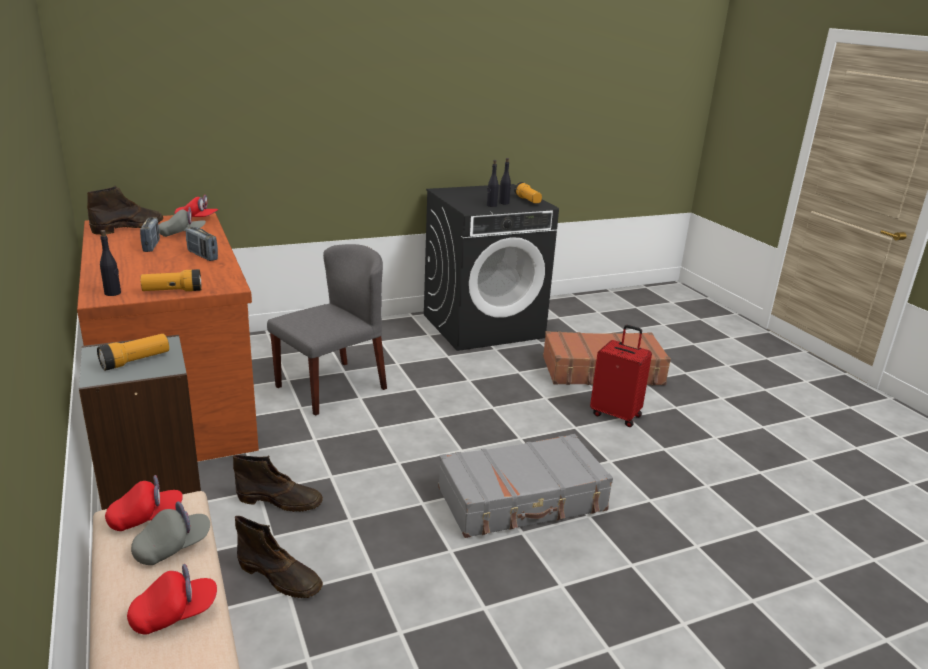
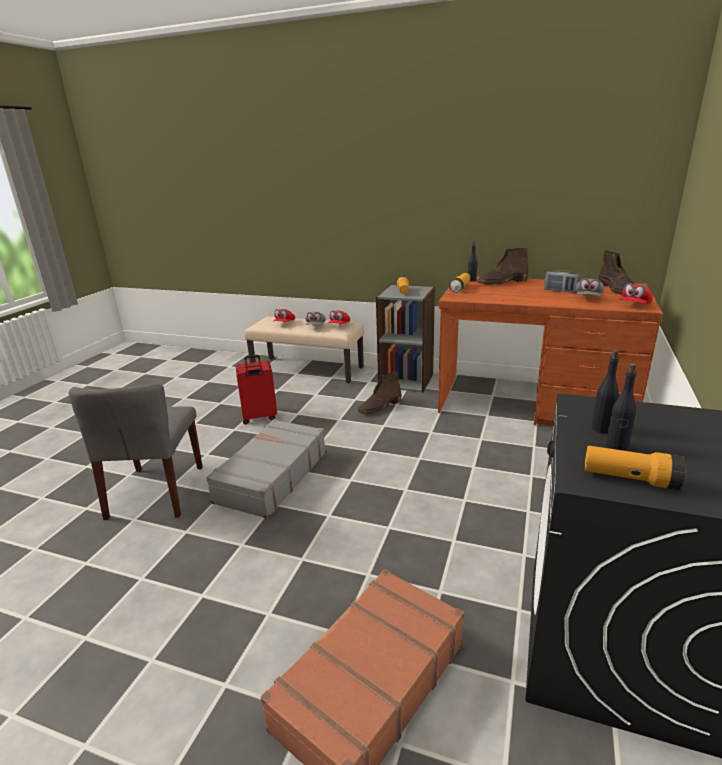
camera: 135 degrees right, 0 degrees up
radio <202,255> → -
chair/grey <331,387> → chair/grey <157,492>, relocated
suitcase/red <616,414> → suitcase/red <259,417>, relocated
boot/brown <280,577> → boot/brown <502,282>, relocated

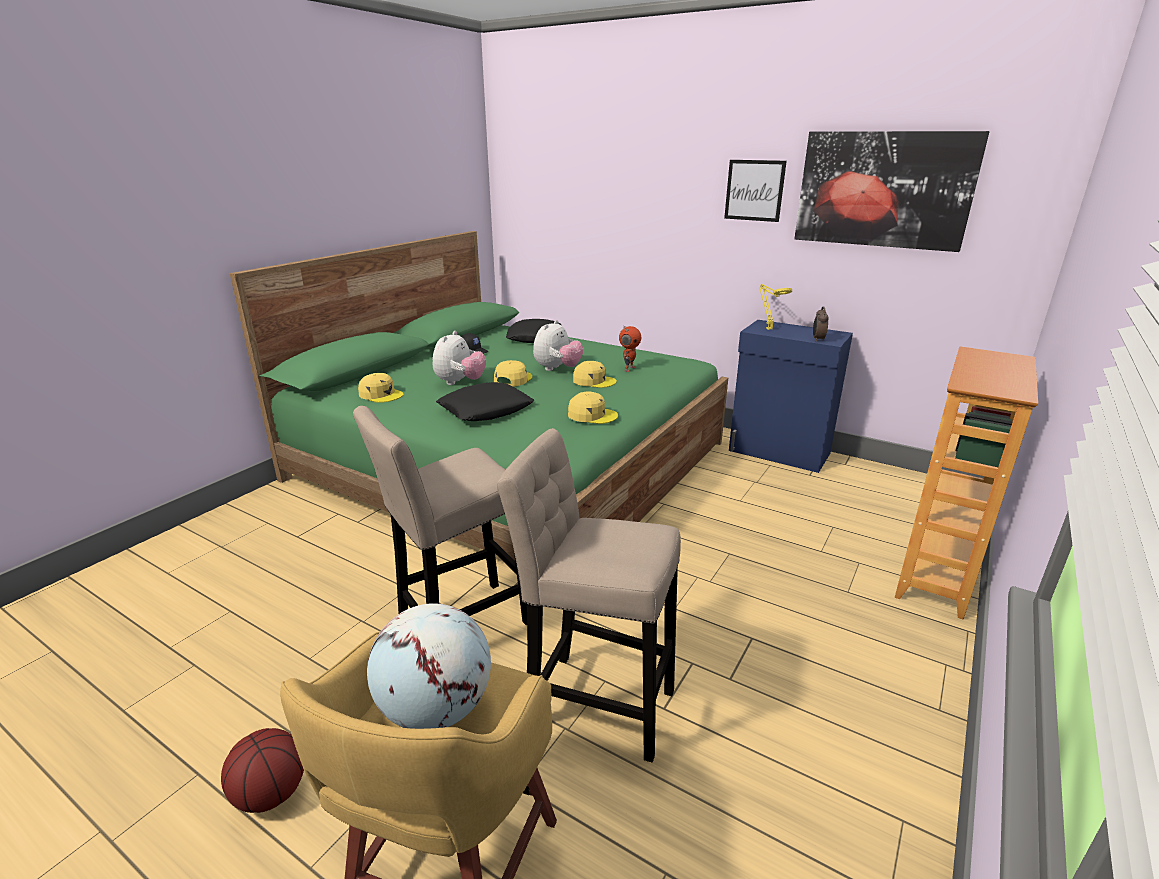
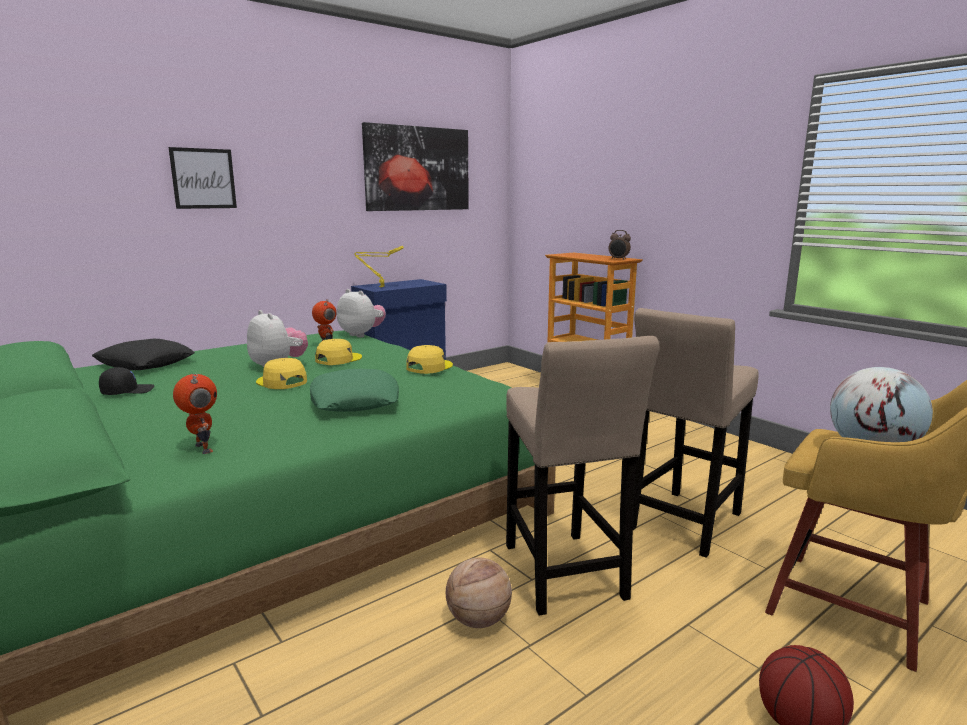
camera: 70 degrees left, 10 degrees down
picture <754,190> → picture <203,178>, relocated
alarm clock <817,339> → alarm clock <618,259>, relocated
plush toy <460,382> → plush toy <362,334>, relocated
cap/yellow <381,394> → toy robot <201,448>
pillow/black <486,410> → pillow/green <354,400>
- → basketball <479,620>

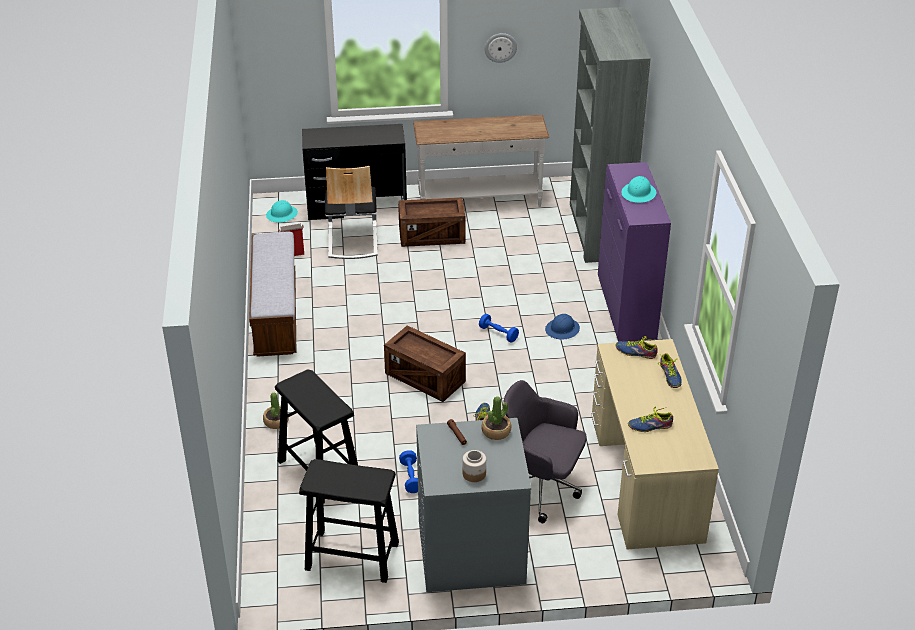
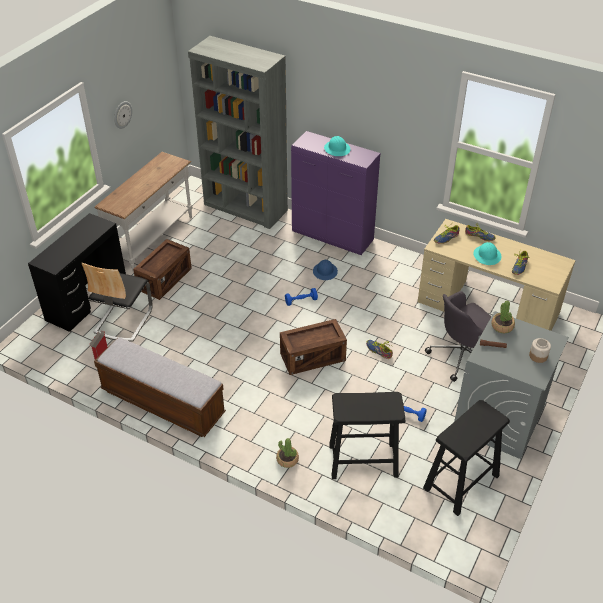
camera: 55 degrees left, 5 degrees up
chair <352,241> → chair <123,320>, 75 degrees clockwise
hard hat/turquoise <282,215> → hard hat/turquoise <487,256>, relocated

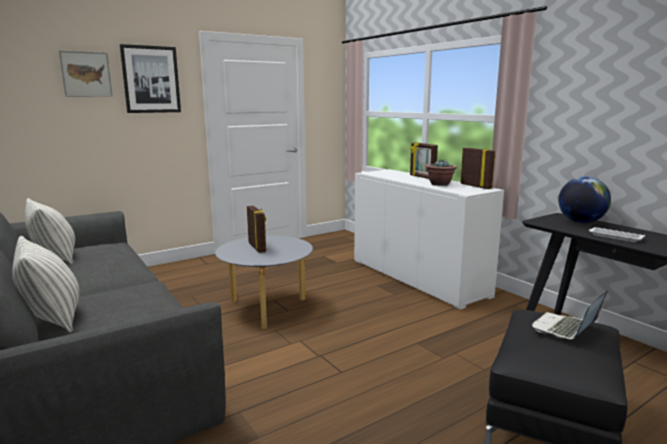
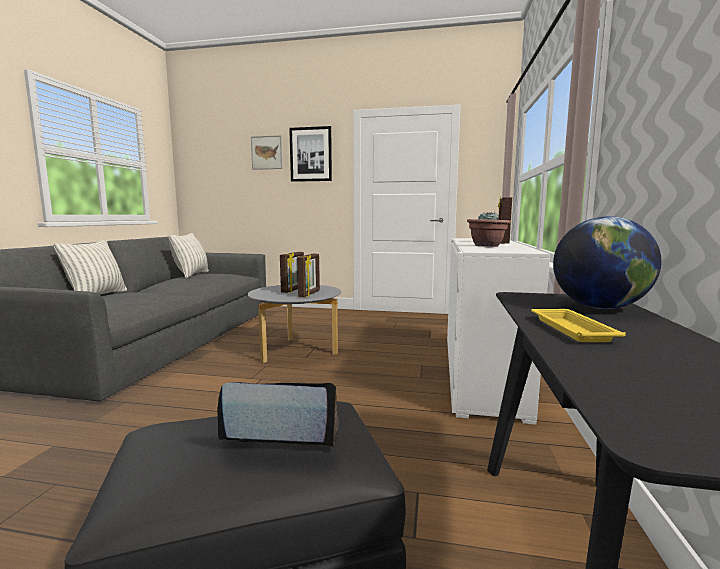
camera: 45 degrees right, 5 degrees down
picture frame <476,186> → picture frame <310,294>, relocated
tray/white <614,237> → tray/yellow <570,329>

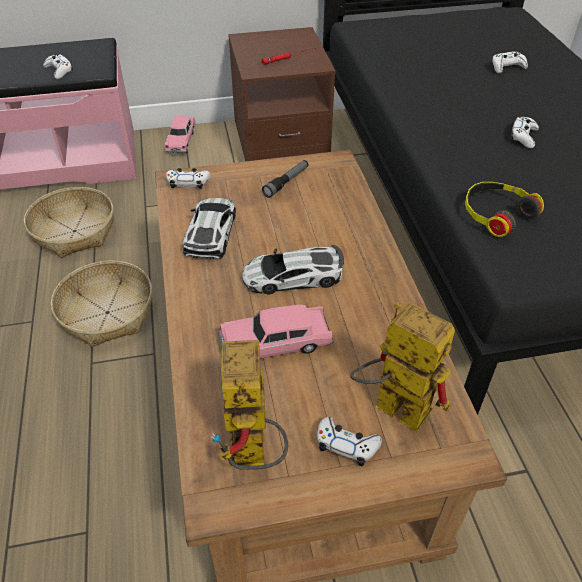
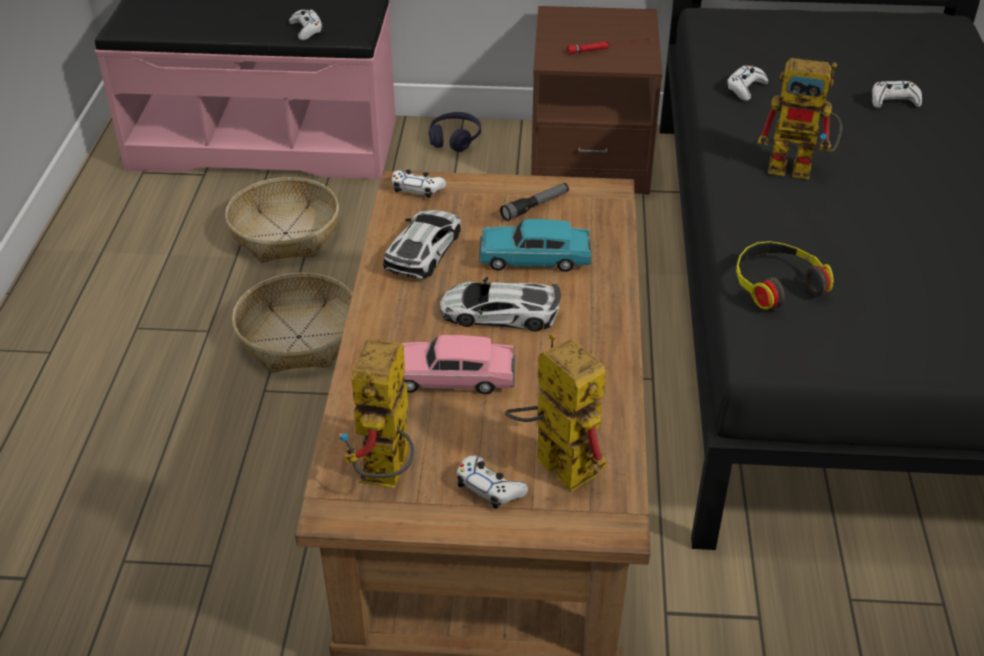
camera: 15 degrees right, 5 degrees down
toy car/pink <181,141> → headphones/purple <454,139>
game controller/white <523,136> → game controller/white <745,88>, relocated
- → toy robot <800,167>
- → toy car/turquoise <534,259>

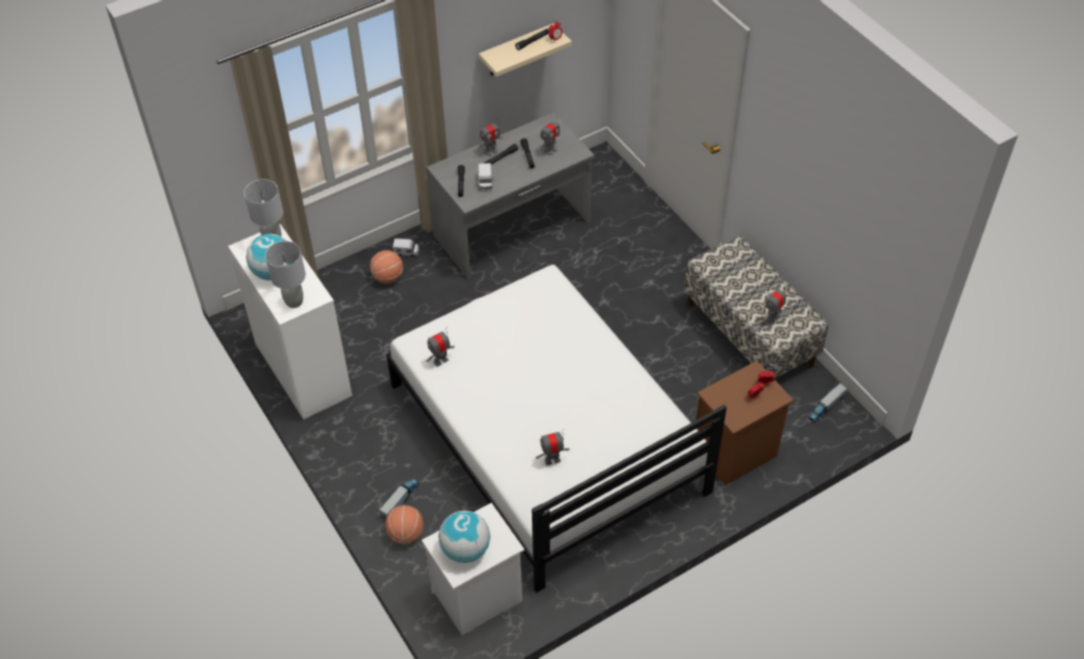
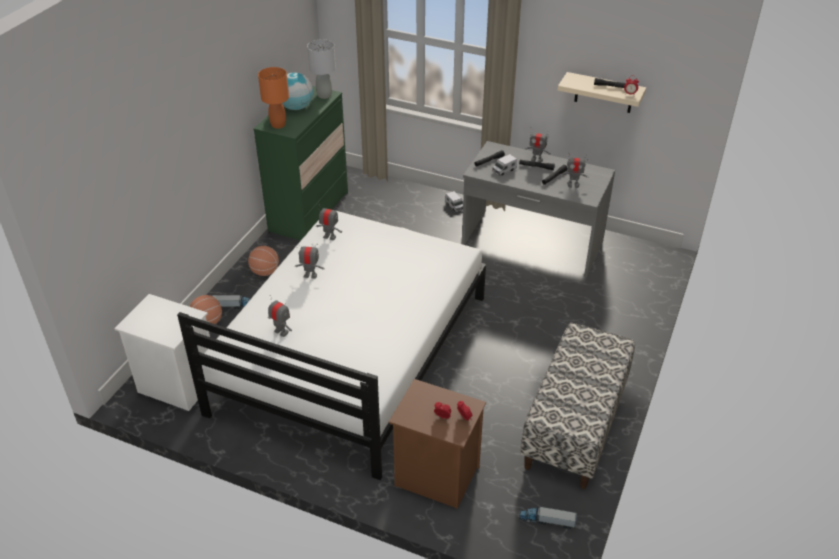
camera: 55 degrees right, 10 degrees down
dresser/white <303,370> → dresser/green <309,212>
table lamp/grey <294,302> → table lamp/orange <278,125>
basketball <388,277> → basketball <265,272>, relocated
toy robot <772,318> → toy robot <310,275>, relocated
globe <465,550> → -

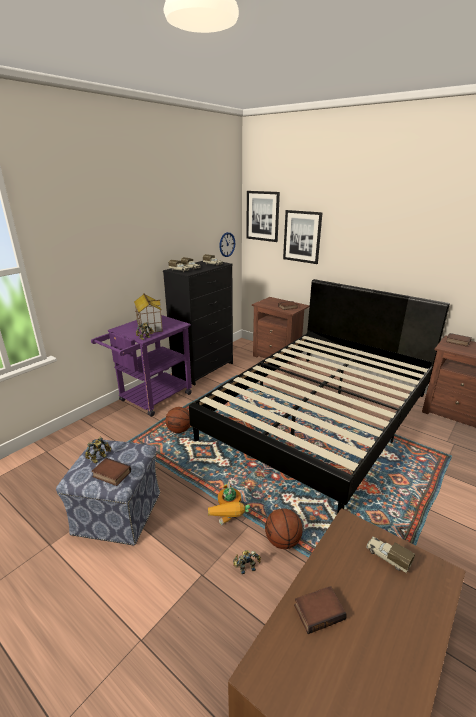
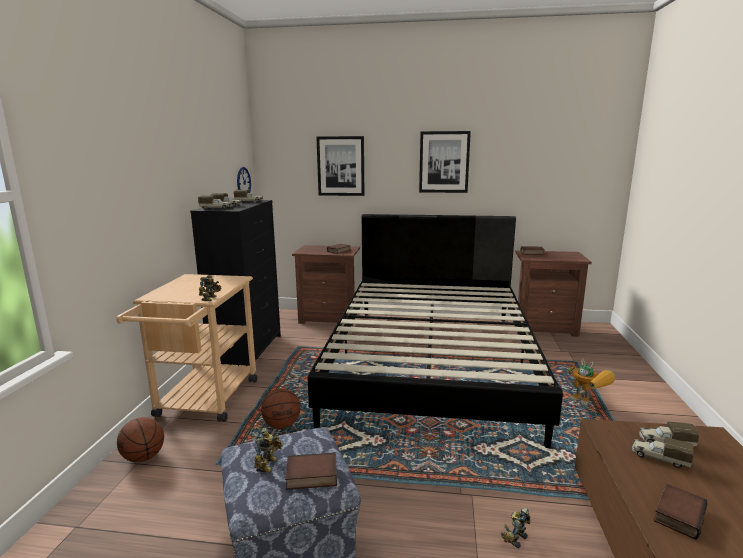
camera: 30 degrees left, 10 degrees down
picture <262,216> → picture <444,162>, relocated
toy house <149,326> → -
cart/purple <151,399> → cart/beige <204,402>
toy robot <229,523> → toy robot <588,403>, relocated
basketball <283,541> → basketball <144,457>, relocated
- → toy truck <659,458>

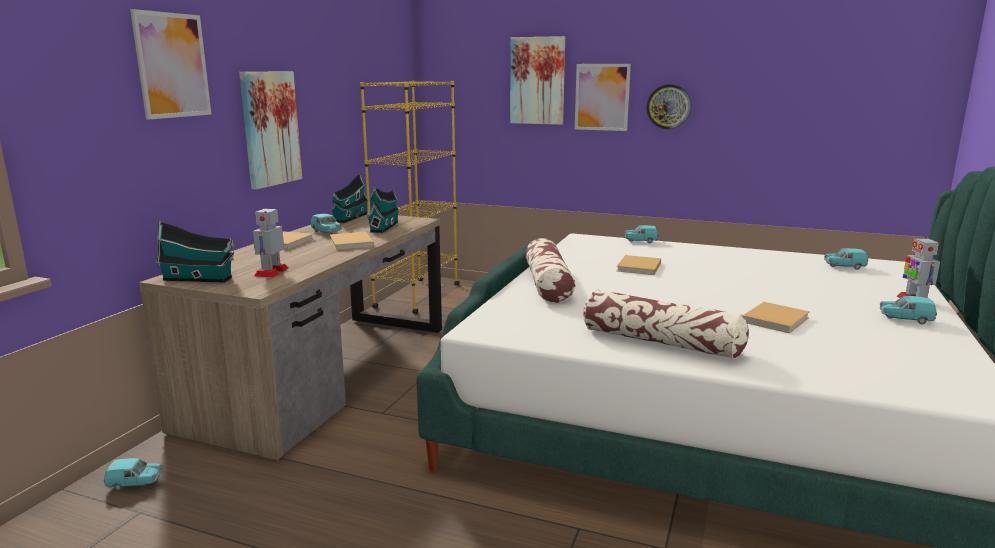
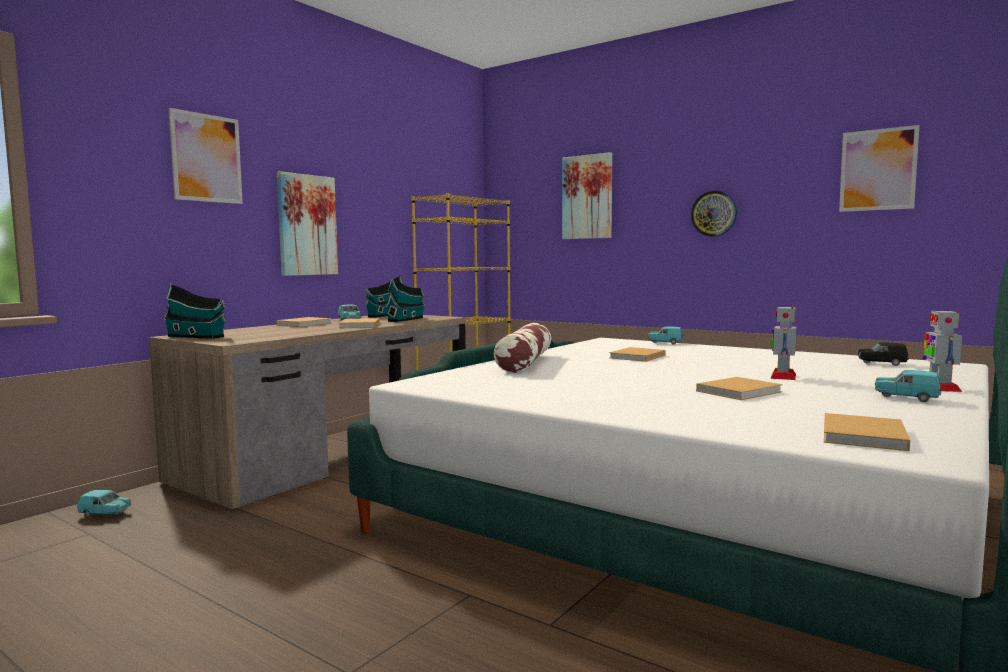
camera: 15 degrees right, 10 degrees down
picture <602,97> → picture <878,170>, relocated
toy robot <271,272> → toy robot <783,376>, relocated
toy car/turquoise <844,267> → toy car/black <881,363>
pillow <661,342> → -
- → book/beige <863,436>

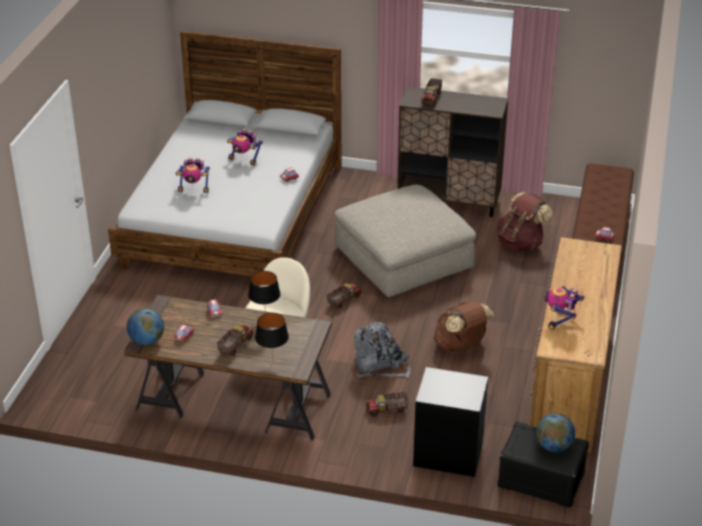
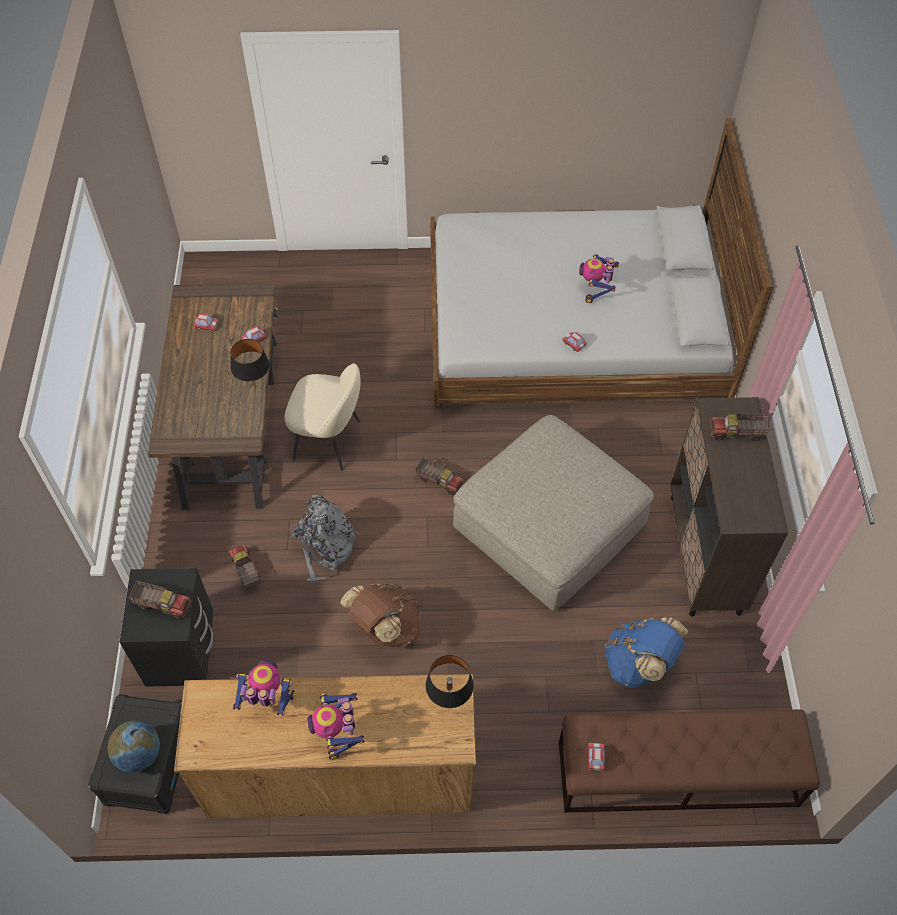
camera: 75 degrees right, 20 degrees up
toy robot <194,189> → toy robot <338,733>, relocated
backpack/brown <521,243> → backpack/blue <639,664>
globe <147,341> → -
table lamp/black <272,360> → table lamp/black <449,701>, relocated
toy truck <235,345> → toy truck <163,604>, relocated

